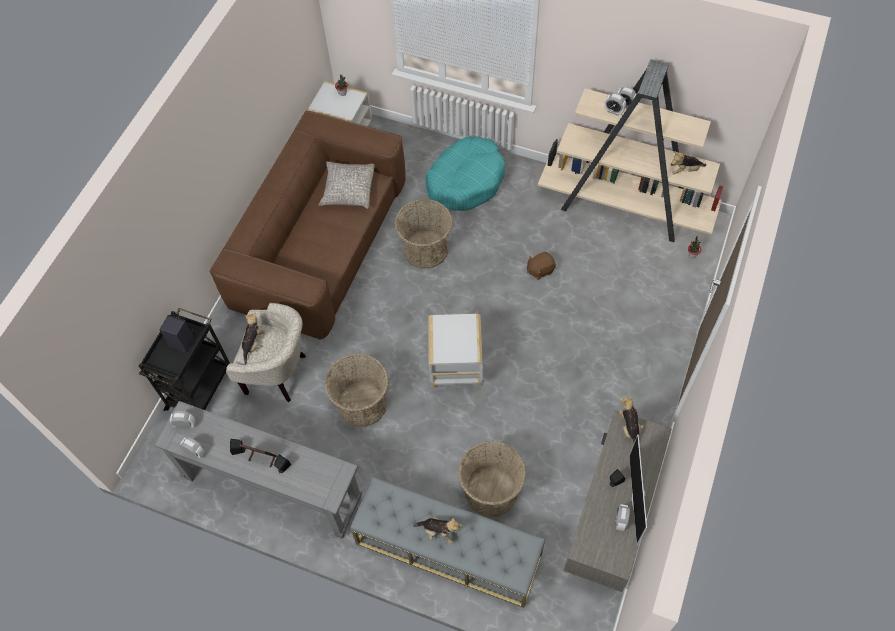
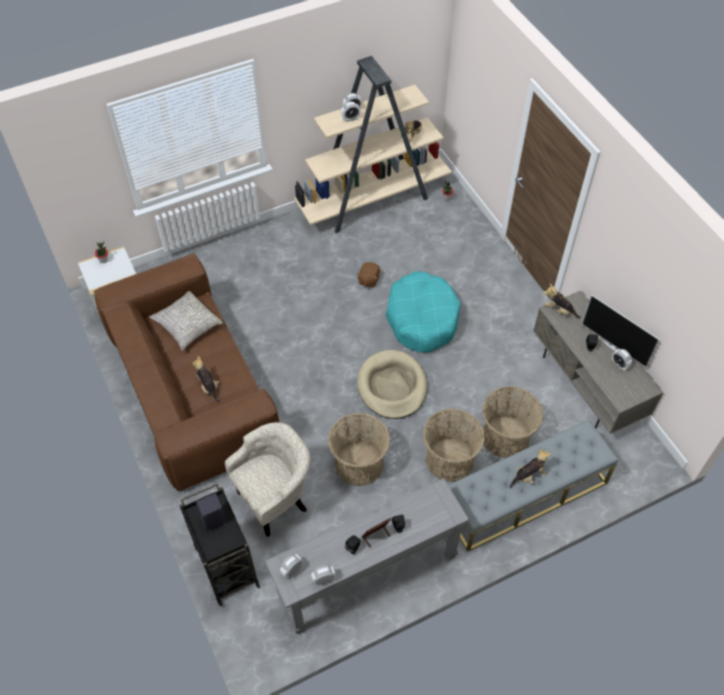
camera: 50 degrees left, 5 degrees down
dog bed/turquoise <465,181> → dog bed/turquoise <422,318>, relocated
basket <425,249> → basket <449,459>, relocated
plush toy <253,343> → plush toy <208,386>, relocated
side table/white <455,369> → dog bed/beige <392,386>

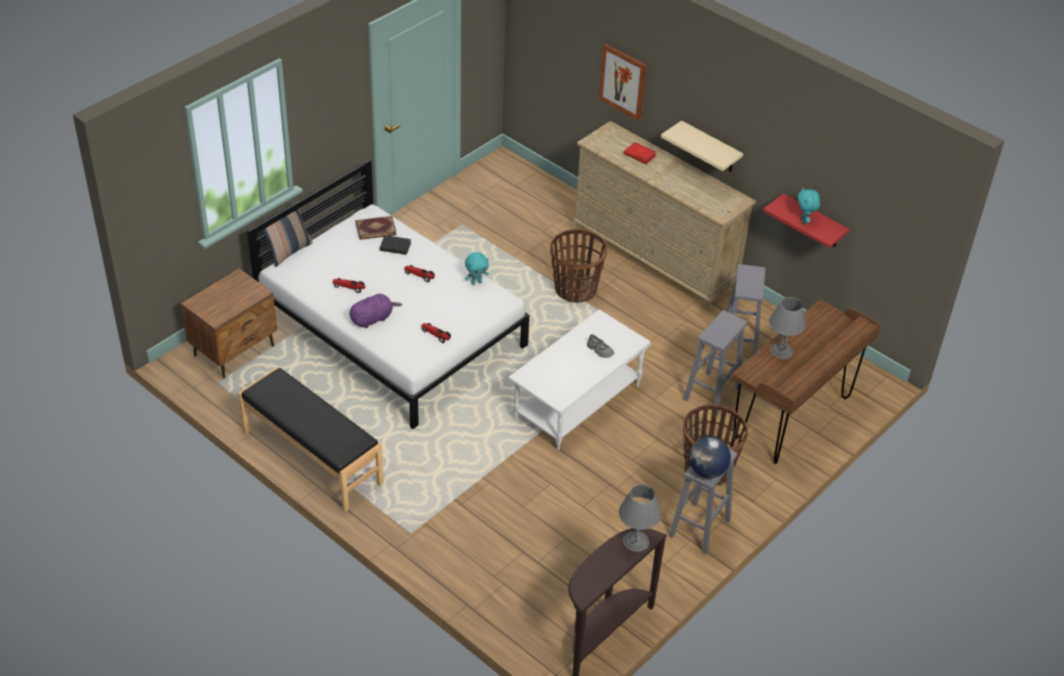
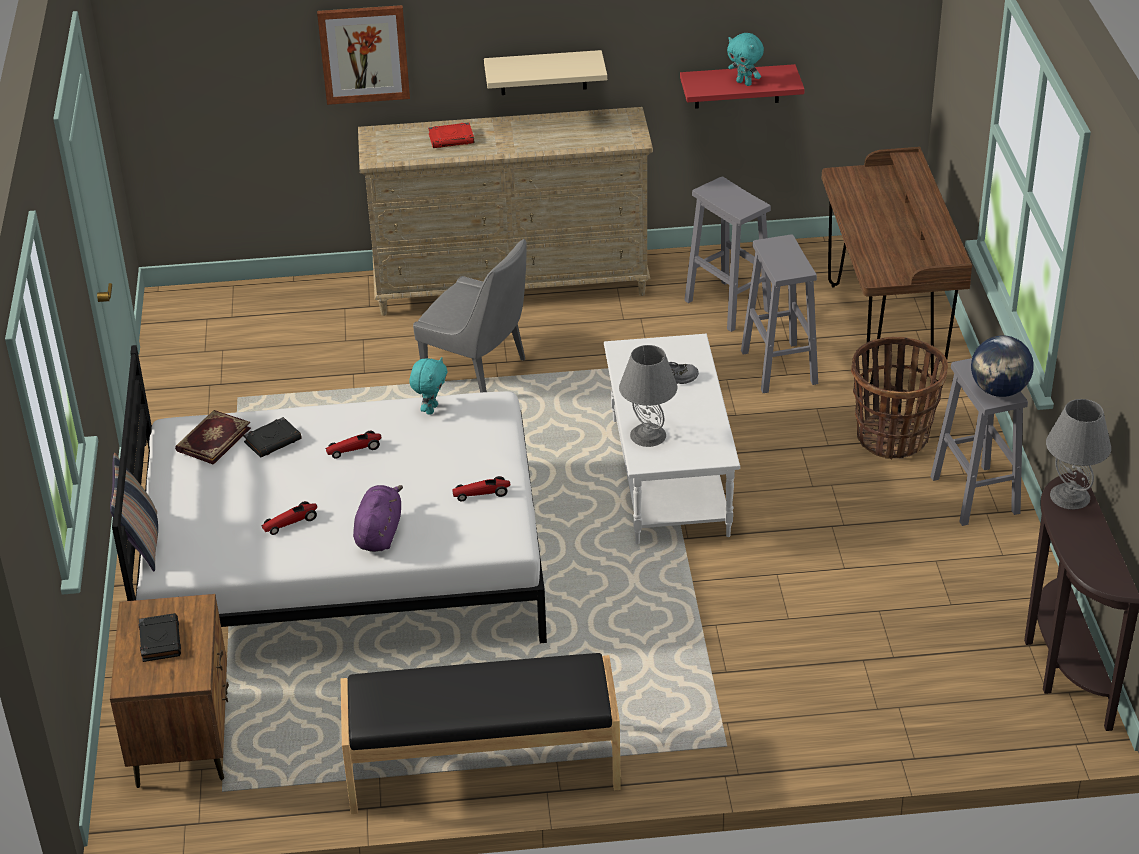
camera: 45 degrees left, 5 degrees down
basket <575,289> → chair/grey <478,372>
table lamp/grey <781,350> → table lamp/grey <647,435>, relocated
- → book/black <160,640>

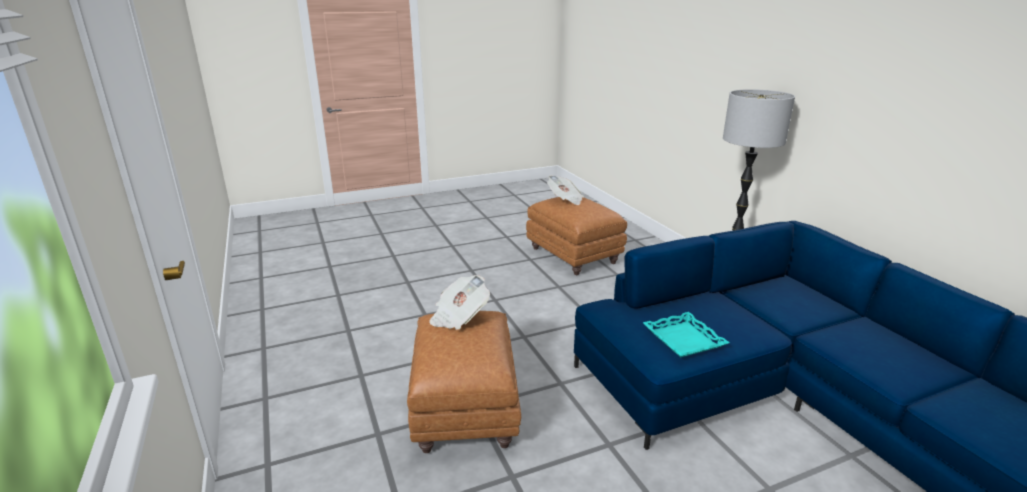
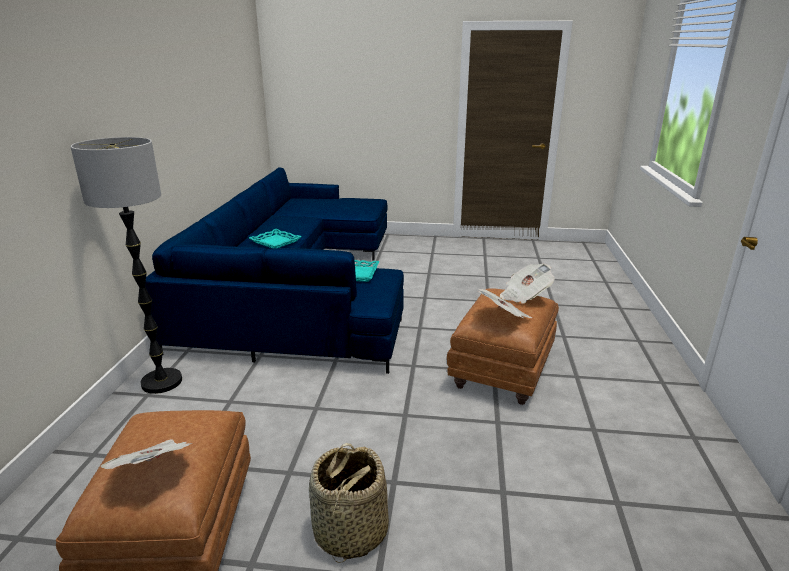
camera: 150 degrees left, 0 degrees up
- → tray/turquoise <275,242>
- → newspaper <524,295>
- → basket <349,532>

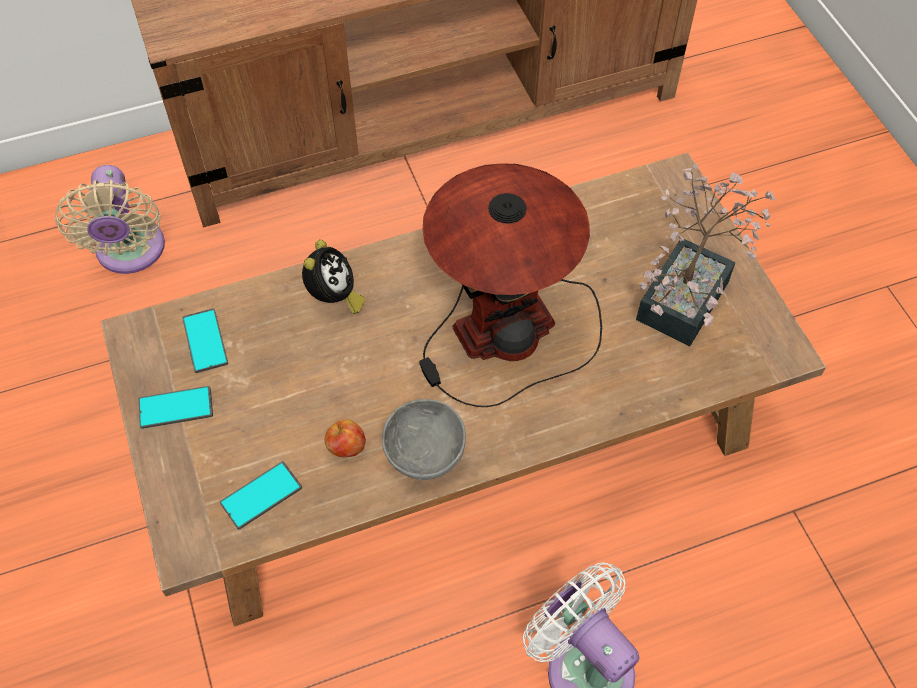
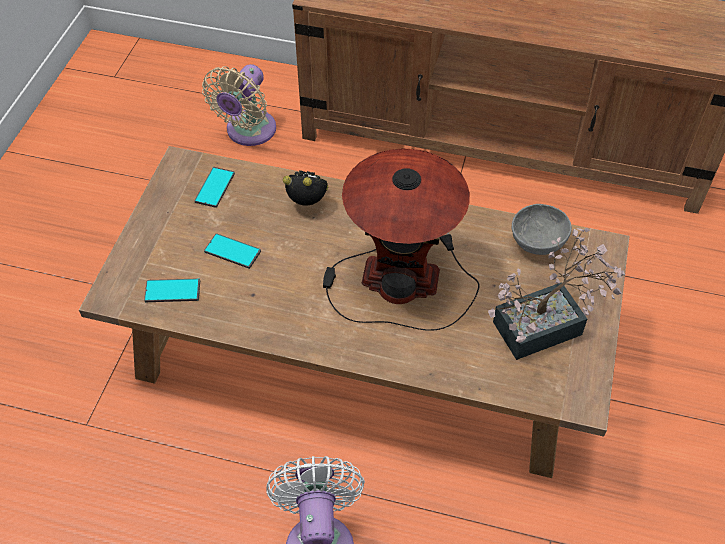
camera: 35 degrees right, 5 degrees down
alarm clock <334,298> → alarm clock <309,203>, 120 degrees counterclockwise
phone <176,407> → phone <232,251>, relocated
bowl/grey <423,453> → bowl/grey <536,241>, relocated
apple <346,448> → -

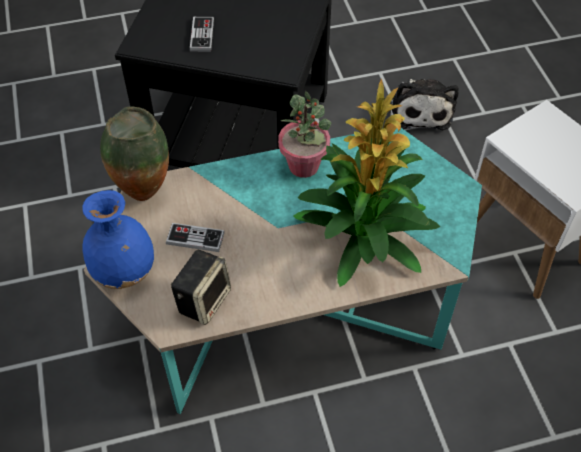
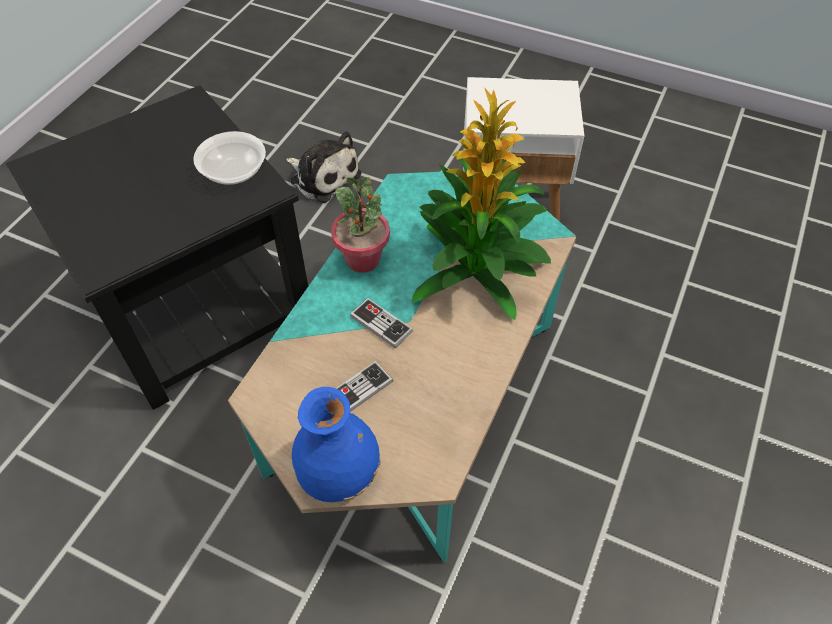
camera: 50 degrees left, 0 degrees up
game controller <202,35> → game controller <381,324>, relocated
vase <143,191> → -
speaker <203,299> → -
- → bowl <234,171>

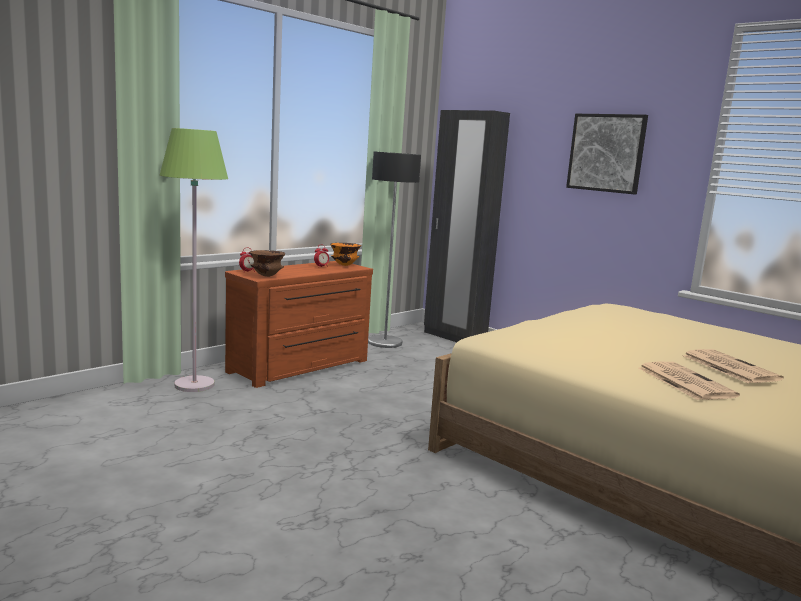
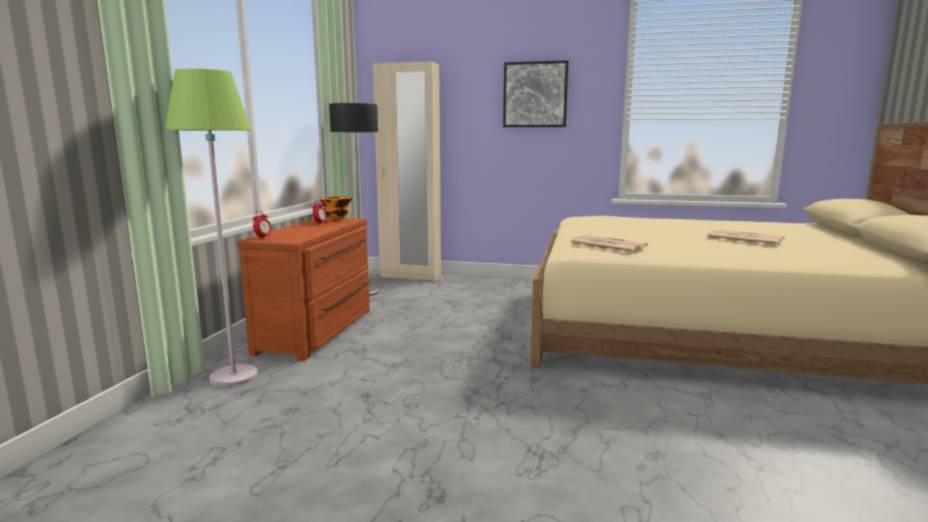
camera: 30 degrees left, 0 degrees up
wardrobe/black <454,337> → wardrobe/beige <410,276>
bowl/brown <266,276> → -
newspaper <684,381> → newspaper <606,245>, relocated

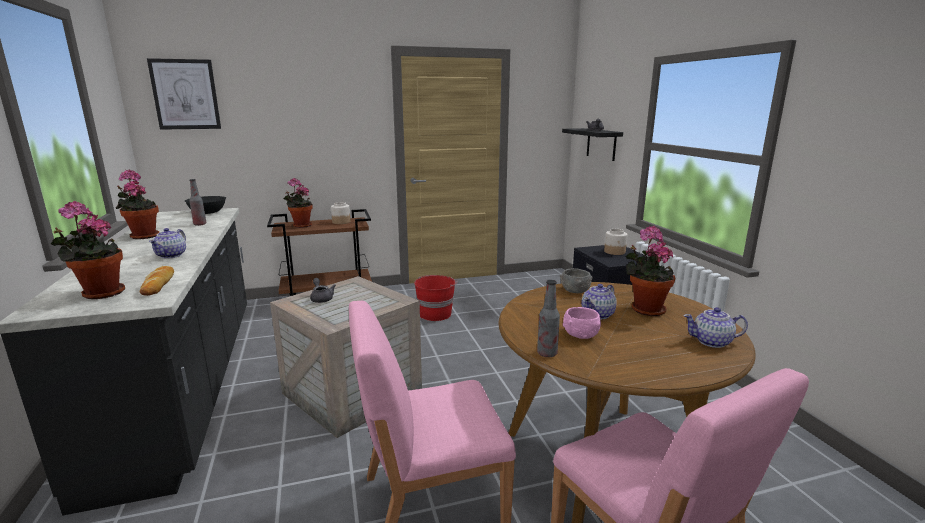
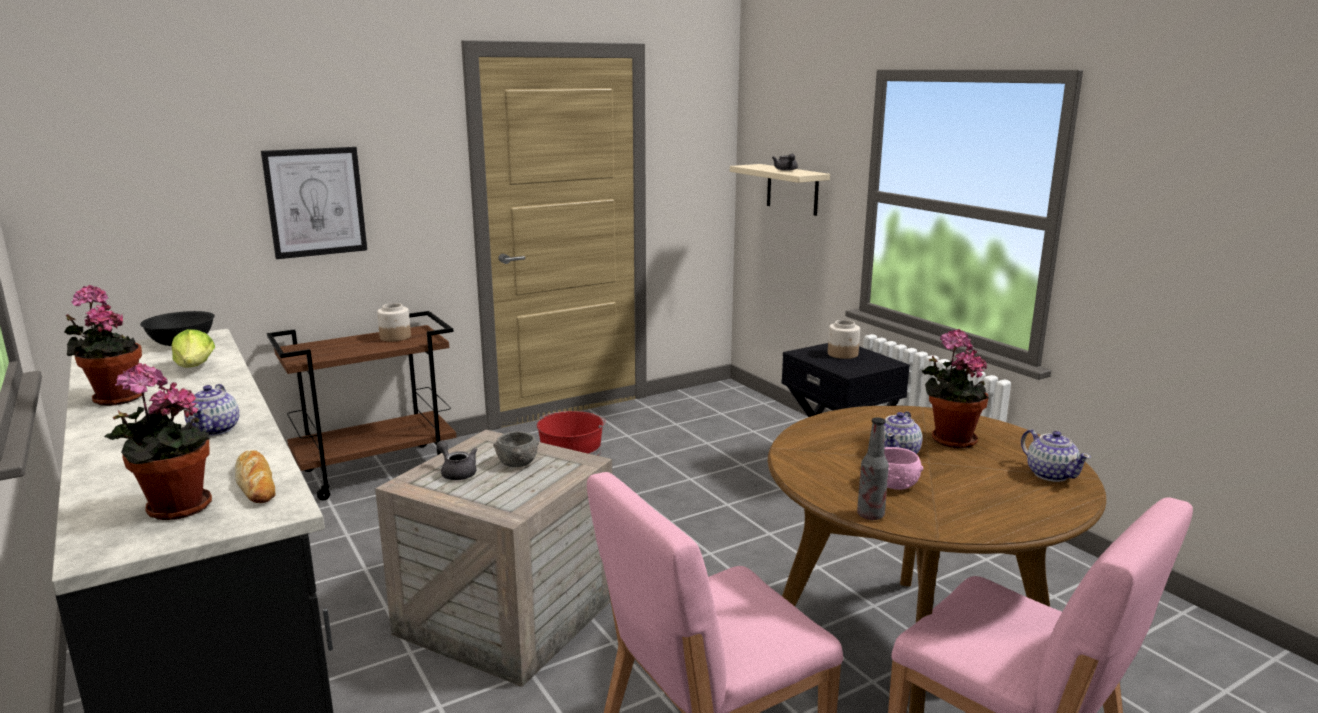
camera: 15 degrees left, 0 degrees up
picture <185,94> → picture <315,202>, relocated
shelf/black <601,144> → shelf/beige <792,189>
potted plant <300,226> → -
bottle <200,224> → lettuce <195,367>
bowl/grey <575,290> → bowl/grey <517,462>, relocated
teapot <712,342> → teapot <1050,474>, 105 degrees counterclockwise

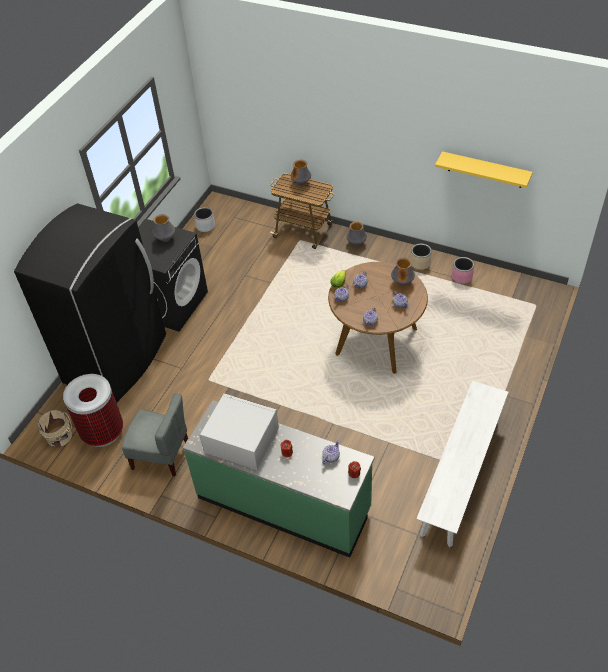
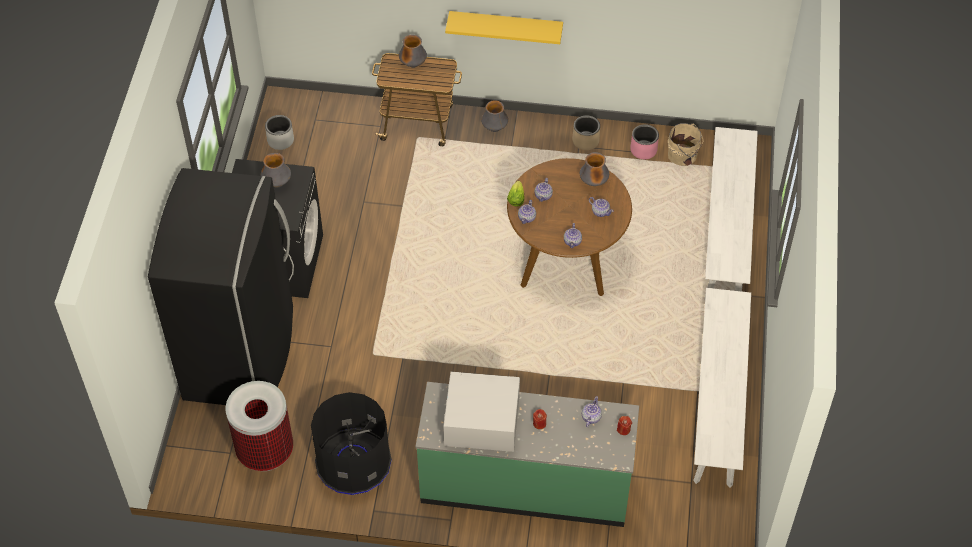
camera: 20 degrees left, 5 degrees up
shelf/yellow <485,170> → shelf/yellow <506,25>, relocated
chair/grey <161,455> → trash can/black <353,462>
bucket/beige <59,437> → bucket/beige <683,155>, relocated
- → bench/white <726,232>

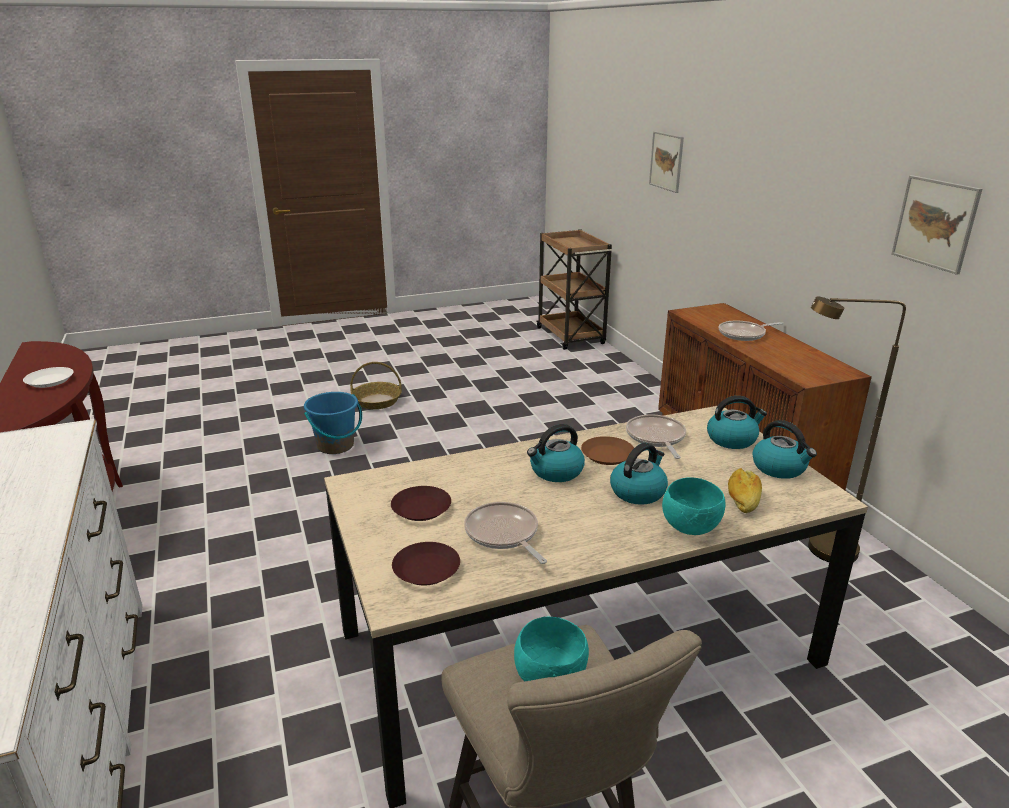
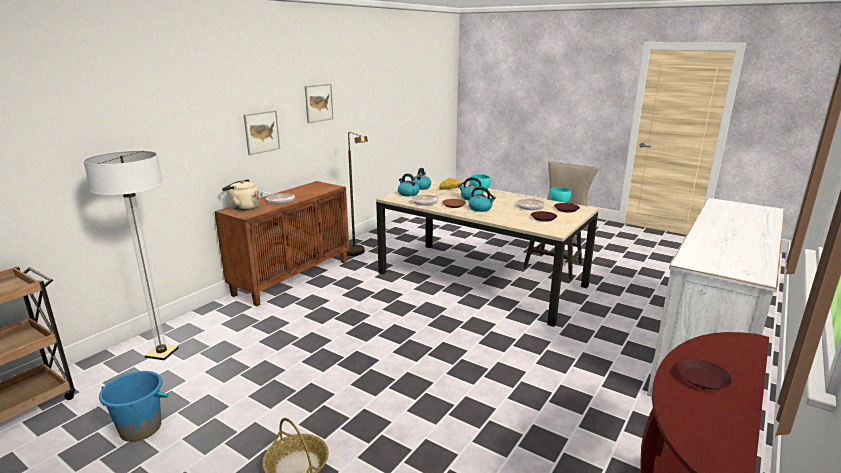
camera: 125 degrees left, 5 degrees down
picture <666,161> → picture <262,132>, relocated
plate/white <50,381> → plate/brown <702,378>
bucket/blue <336,446> → bucket/blue <141,428>, relocated
- → floor lamp <162,353>
- → kettle/beige <243,207>

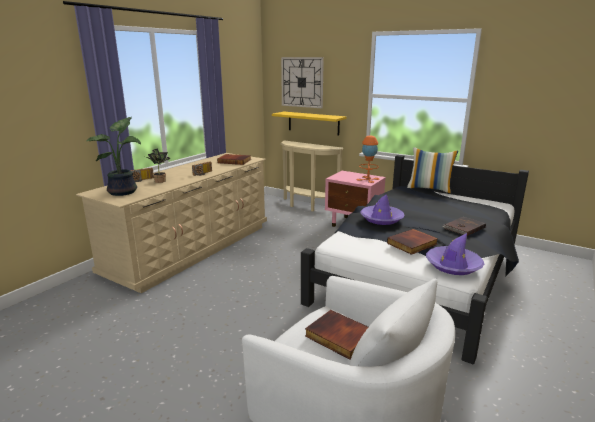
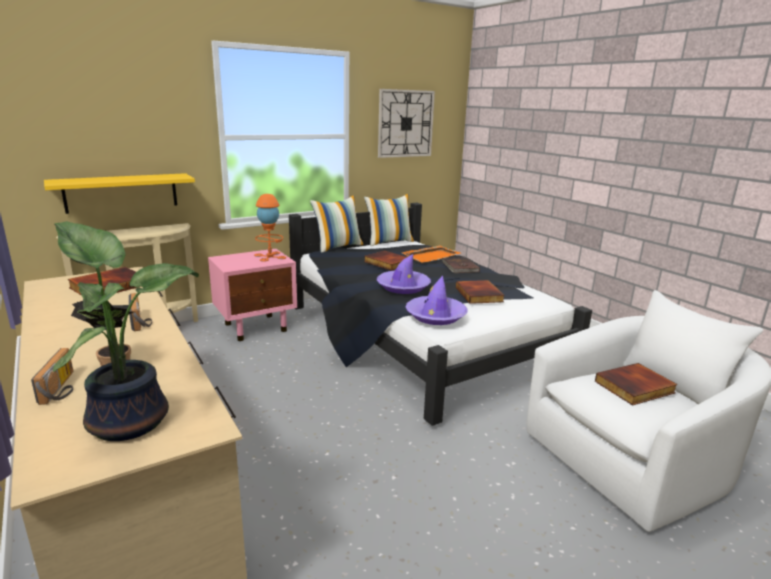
camera: 65 degrees left, 0 degrees up
wall clock <302,82> → wall clock <405,123>, relocated
hat/purple <453,265> → hat/purple <435,316>, relocated
- → pillow <389,242>
- → tray/orange <431,256>
- → book <386,263>

